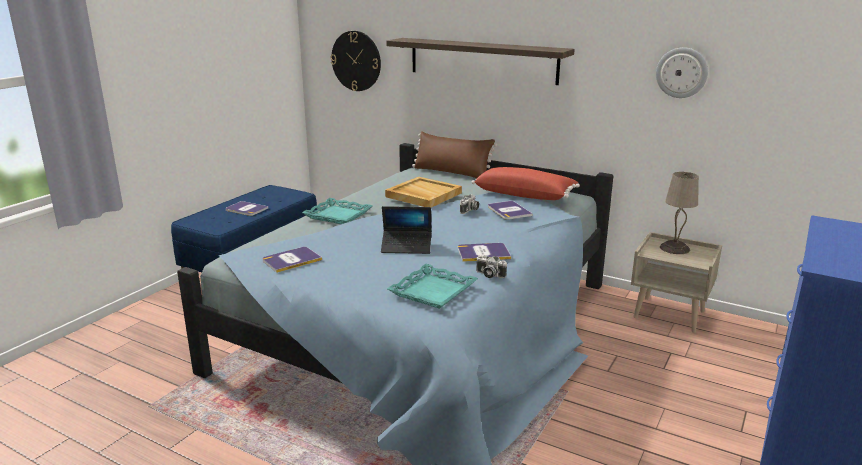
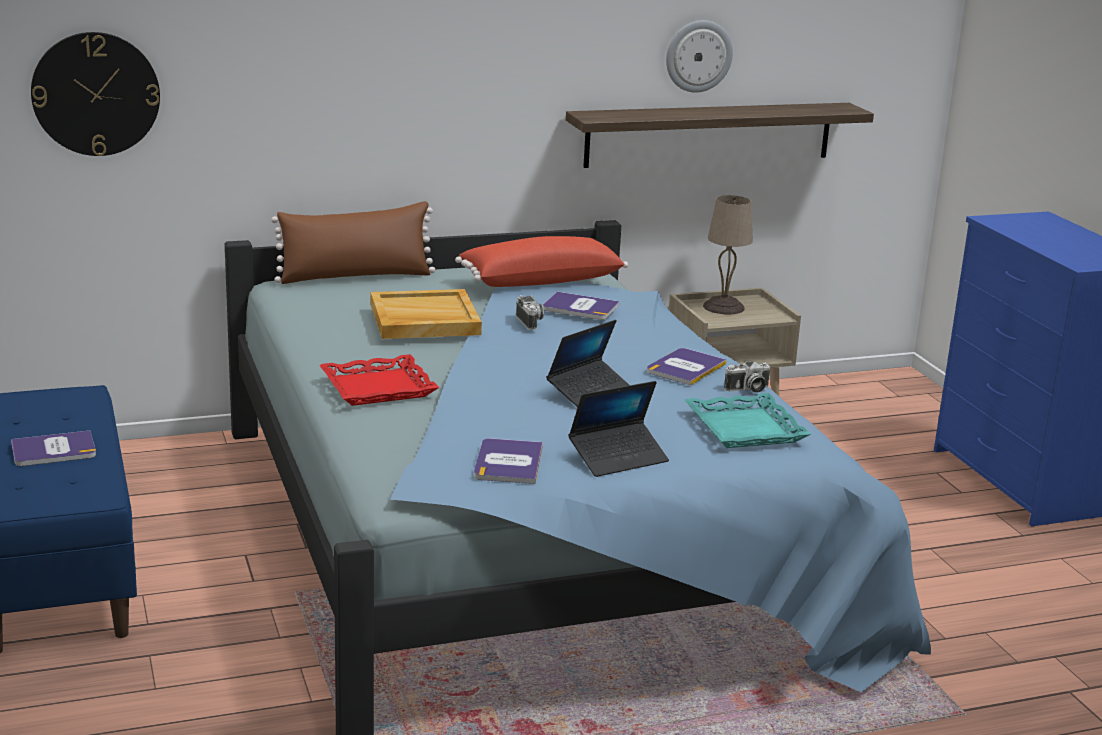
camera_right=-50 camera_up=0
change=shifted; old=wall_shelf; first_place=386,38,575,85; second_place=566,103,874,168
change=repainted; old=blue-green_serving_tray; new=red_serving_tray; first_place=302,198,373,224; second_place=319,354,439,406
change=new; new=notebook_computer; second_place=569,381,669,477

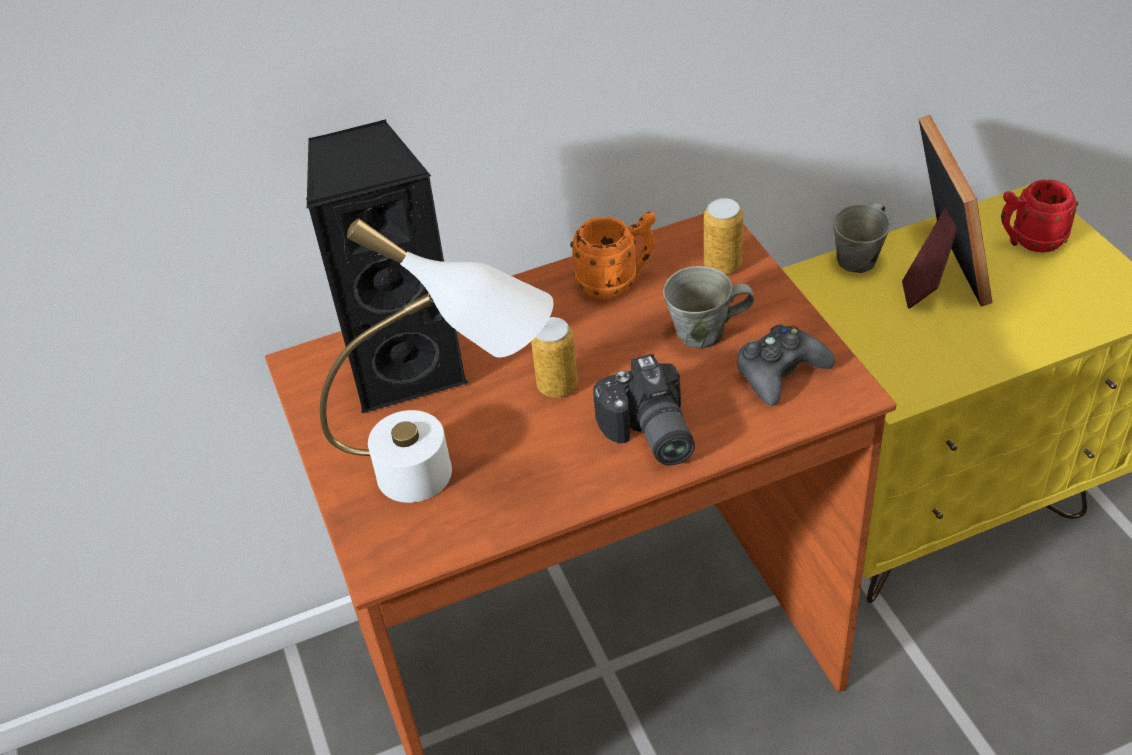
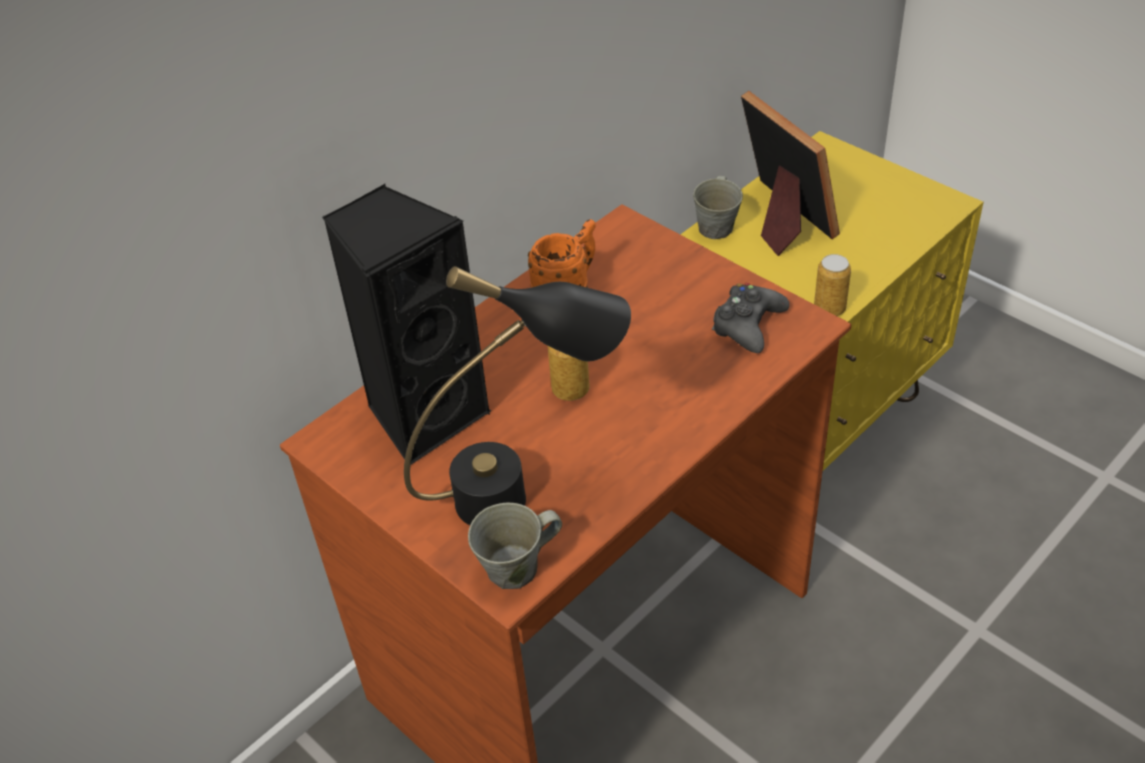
camera_right=-25 camera_up=0
change=gone; old=red_mug; first_place=1001,180,1078,252
change=shifted; old=can; first_place=704,198,743,274; second_place=814,254,851,316
change=repainted; old=whitish_lamp_for_a_table; new=black-coloured_lamp_for_a_table; first_place=320,218,553,503; second_place=404,266,631,525
change=shifted; old=greyish_mug; first_place=663,266,754,348; second_place=468,503,562,589
change=gone; old=photo_camera; first_place=593,354,695,466

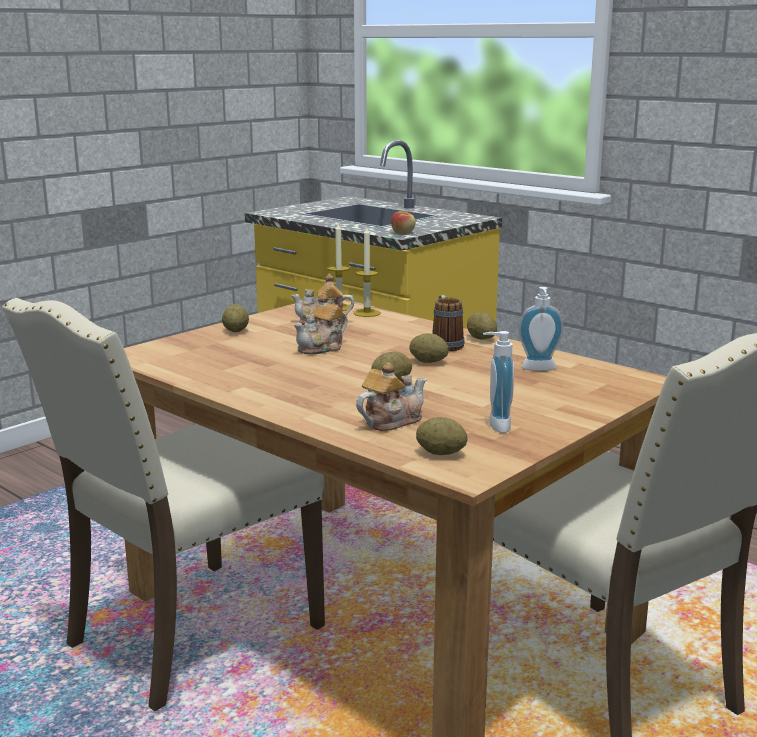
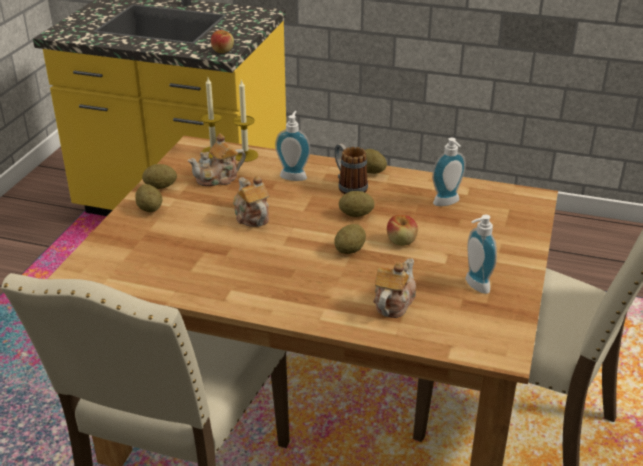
camera_right=-25 camera_up=15
change=rotated; old=pot_for_tea; first_place=294,294,348,355; second_place=233,175,269,227; degrees=135
change=shifted; old=whole_potato; first_place=416,417,468,455; second_place=142,164,177,189
change=new; new=liquid_soap_bottle; second_place=275,111,311,181
change=new; new=apple_fruit; second_place=387,215,418,246

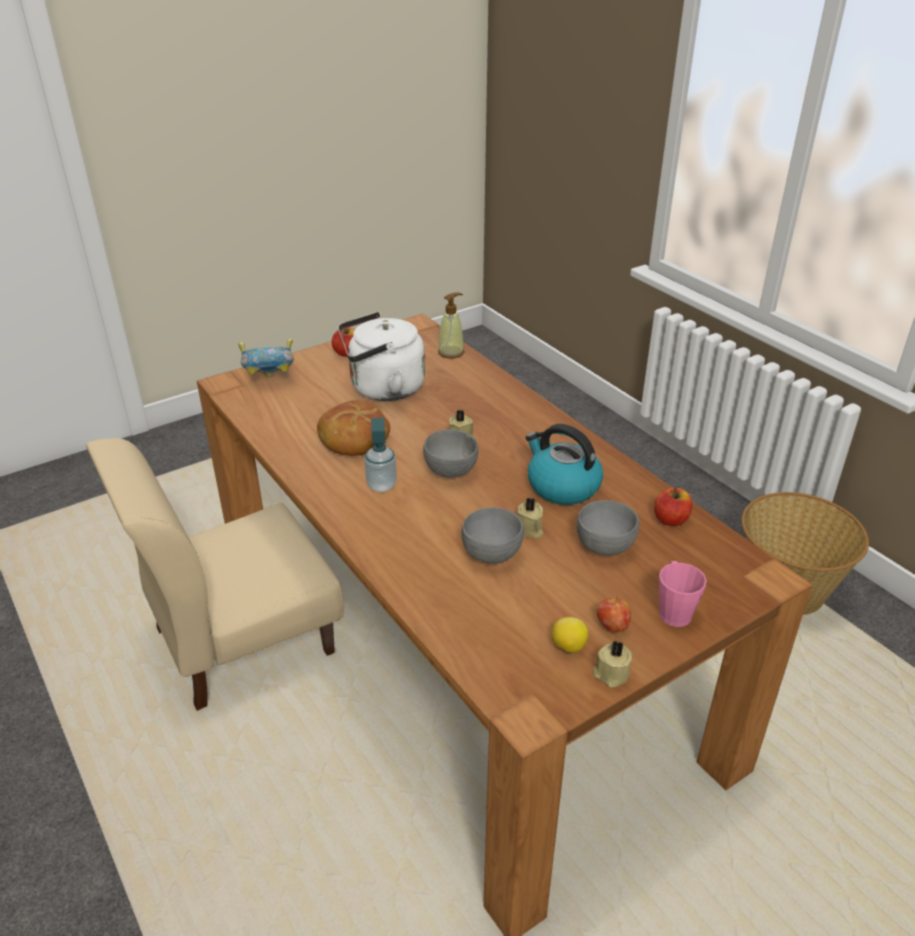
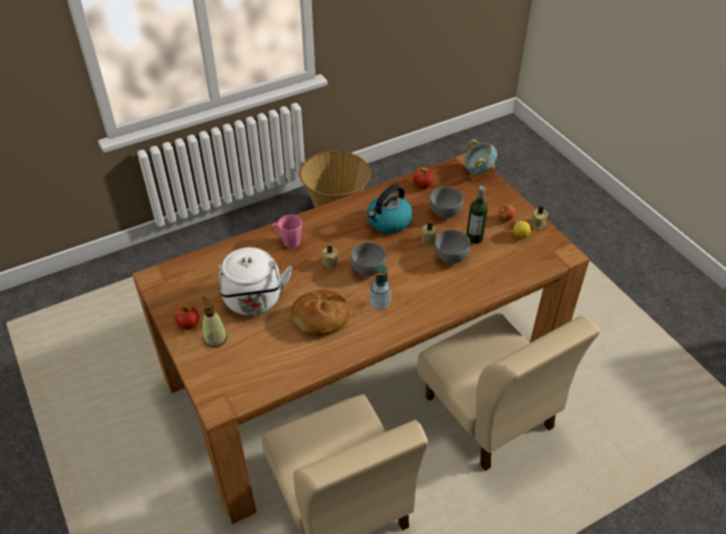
camera_right=-85 camera_up=10
change=shifted; old=liquid_soap_bottle; first_place=438,292,464,358; second_place=201,296,227,348
change=shifted; old=bowl; first_place=238,338,294,377; second_place=464,140,497,174
change=shifted; old=pink_mug; first_place=659,561,707,627; second_place=271,215,302,248
change=new; new=beverage_bottle; second_place=466,186,488,244
change=new; new=beige-coloured_upright_chair; second_place=417,313,600,471

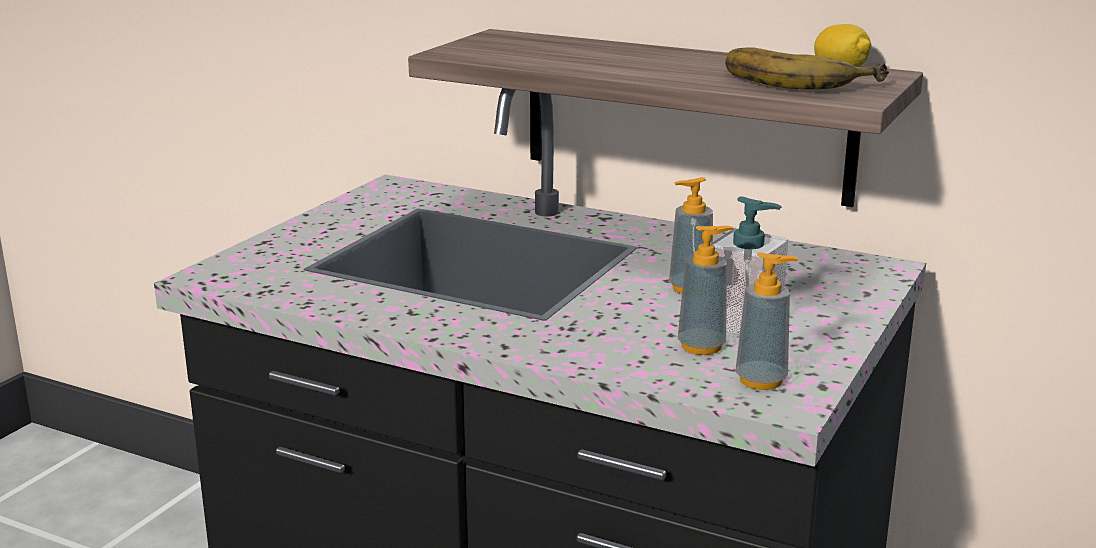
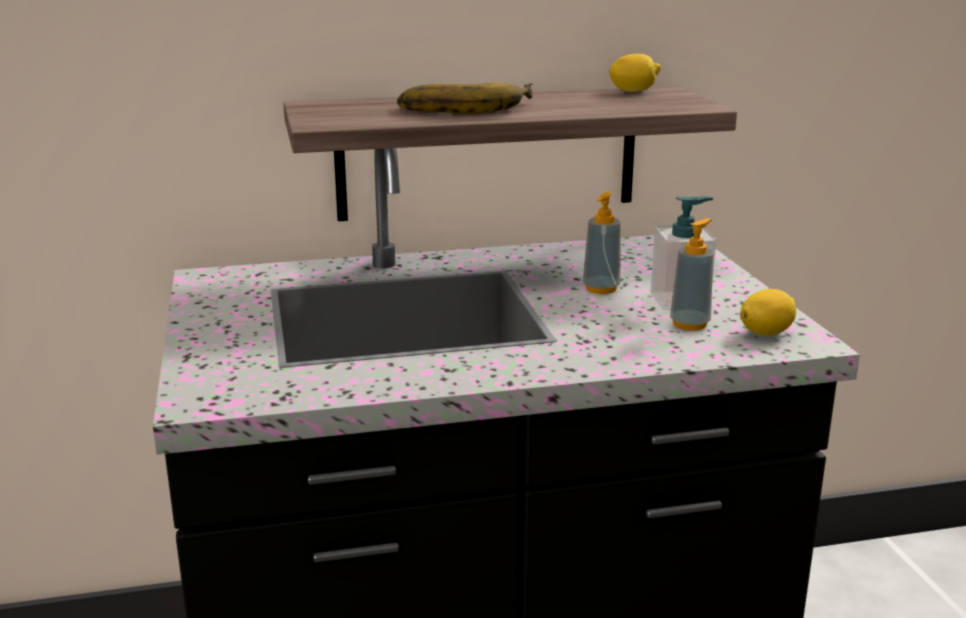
camera_right=-40 camera_up=0
change=shifted; old=whole_banana; first_place=725,47,889,89; second_place=397,83,533,114
change=swapped; old=liquid_soap_bottle; new=citrus_fruit; first_place=736,252,798,390; second_place=740,289,796,336

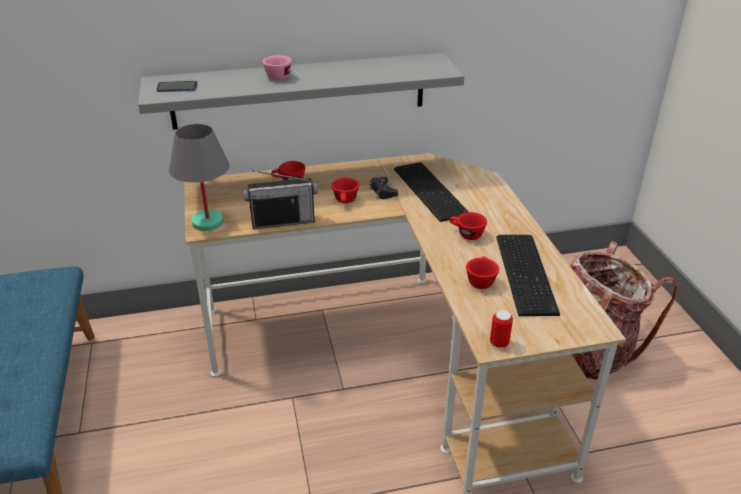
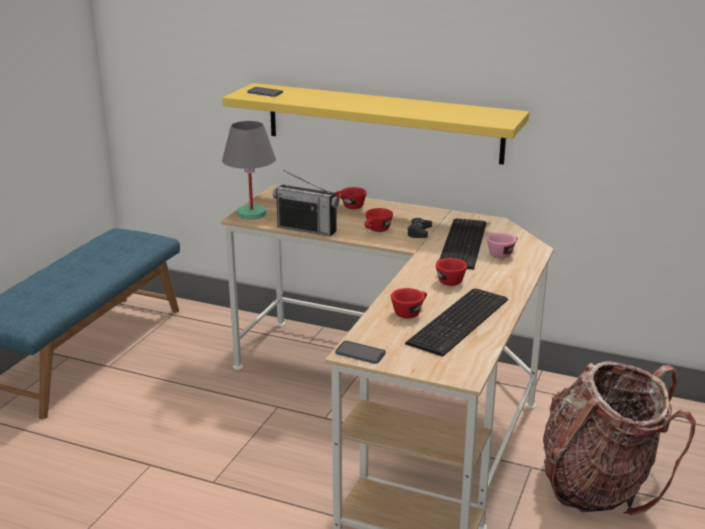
camera_right=35 camera_up=-10
change=repainted; old=greyish_wall_shelf; new=yellowish_wall_shelf; first_place=138,53,464,130; second_place=222,83,529,165
change=shifted; old=pink_cup; first_place=263,55,292,81; second_place=487,232,518,258
change=swapped; old=can; new=phone; first_place=490,310,513,348; second_place=335,341,386,364

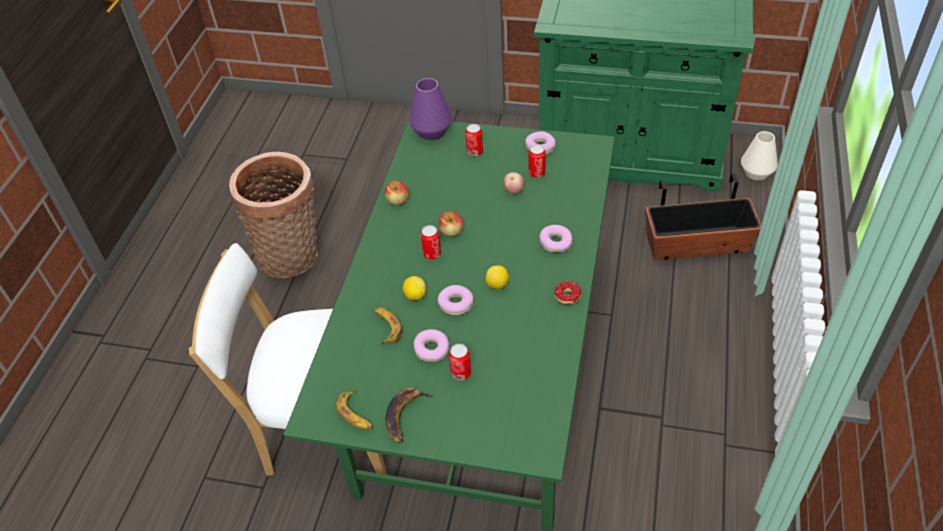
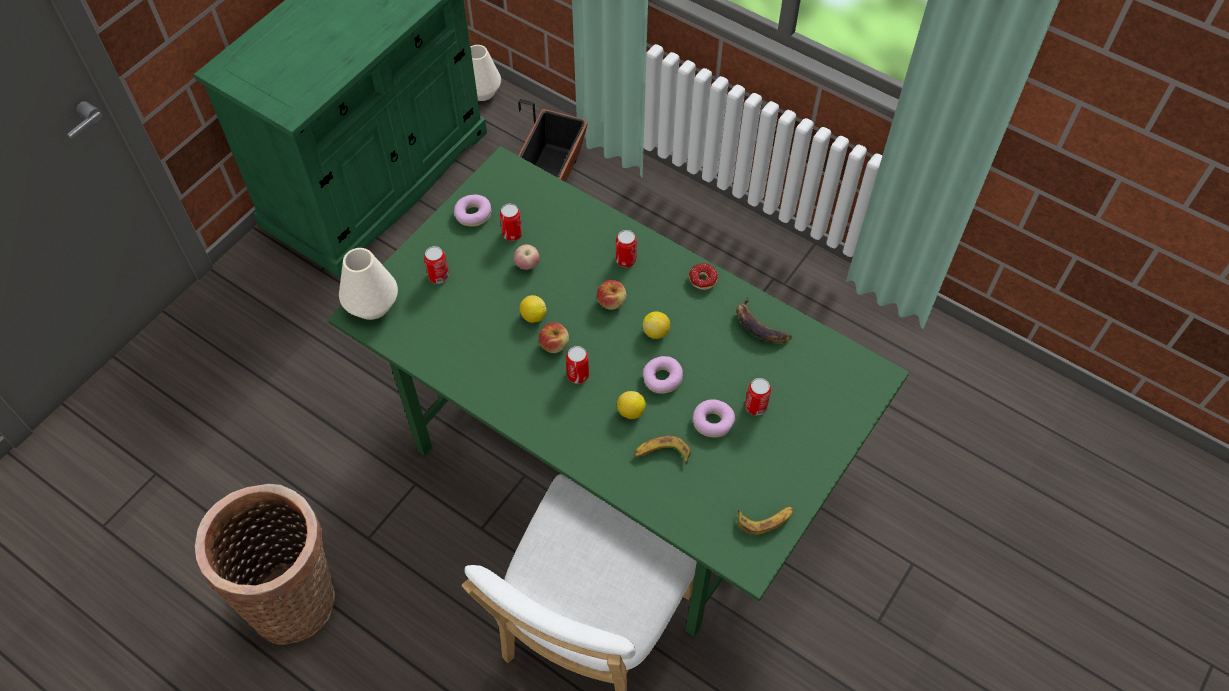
camera_right=-70 camera_up=10
change=repainted; old=purplish_decorative_vase; new=whitish_decorative_vase; first_place=409,78,453,140; second_place=339,248,398,320
change=shifted; old=apple_fruit; first_place=385,181,409,205; second_place=597,280,626,310
change=swapped; old=ring_doughnut; new=can; first_place=539,225,572,252; second_place=616,230,637,267
change=shifted; old=whole_banana; first_place=385,387,433,443; second_place=736,298,792,343
change=new; new=citrus_fruit; second_place=520,295,547,323

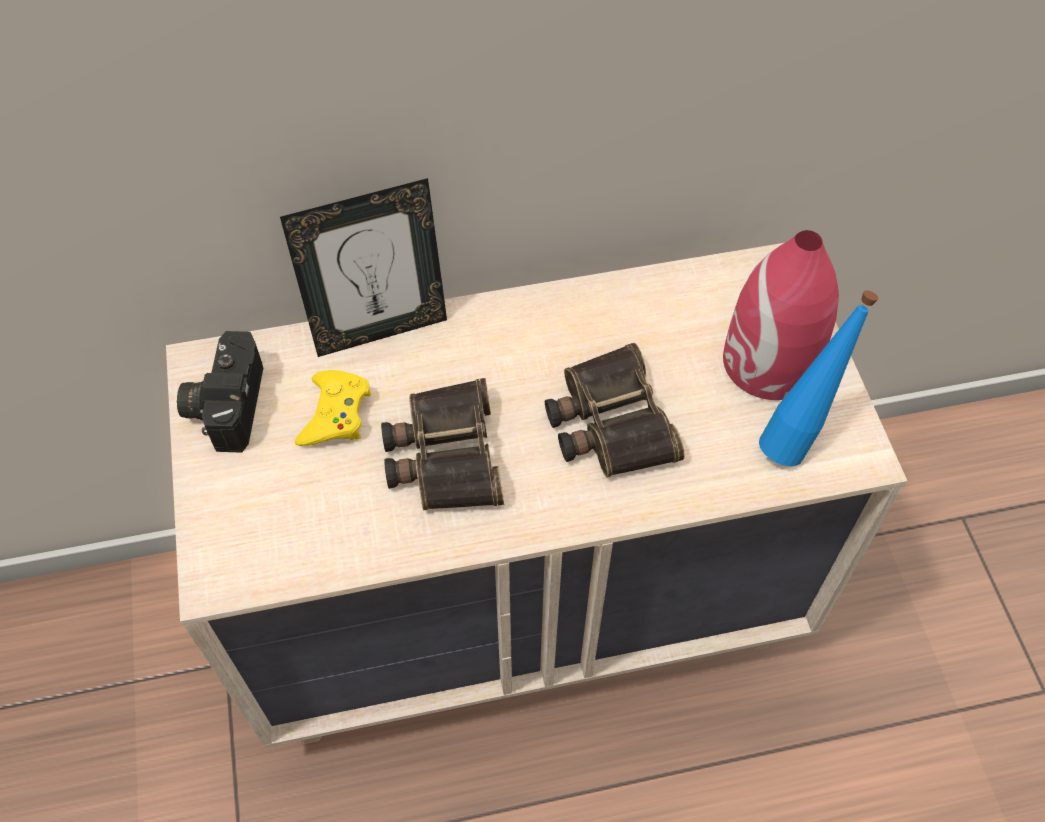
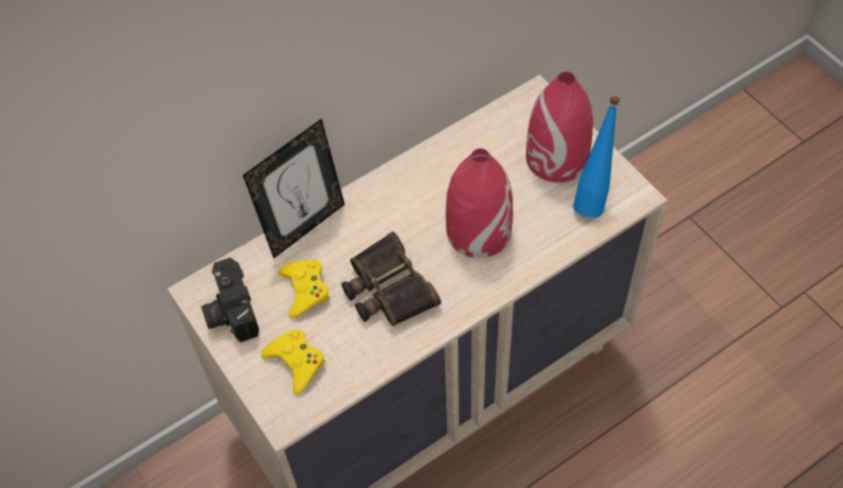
camera_right=-20 camera_up=0
change=swapped; old=pair_of_binoculars; new=red_decorative_vase; first_place=545,343,685,477; second_place=446,148,513,258
change=new; new=yellowish_game_controller; second_place=261,329,325,395

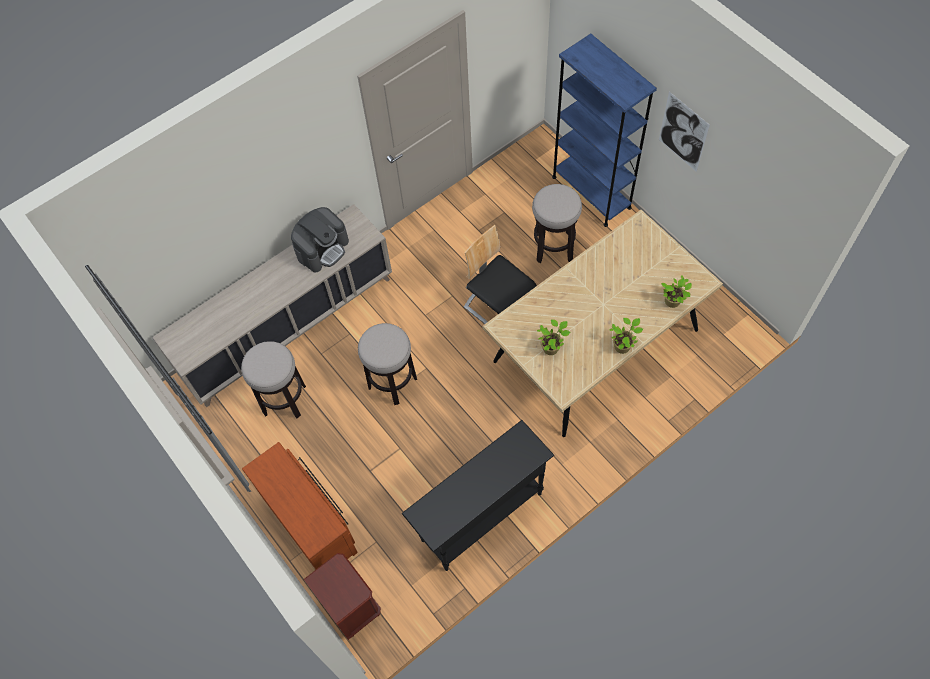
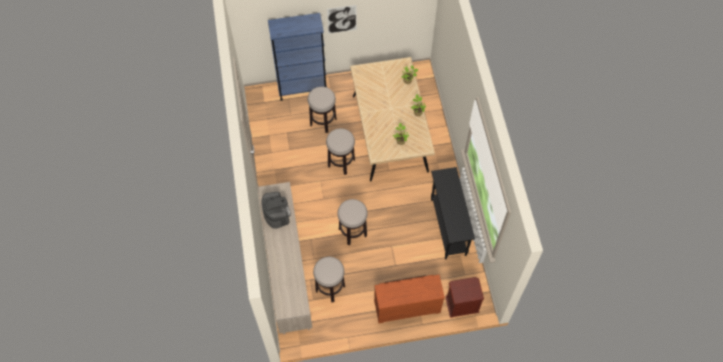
camera_right=-65 camera_up=0
change=swapped; old=upright_chair; new=stool_seat; first_place=464,225,537,324; second_place=326,128,355,175

